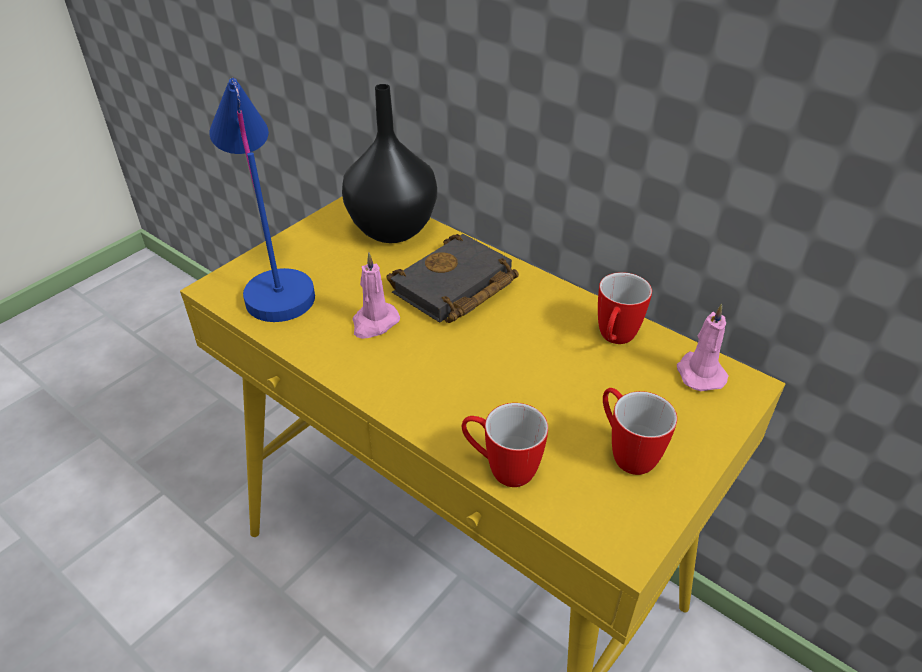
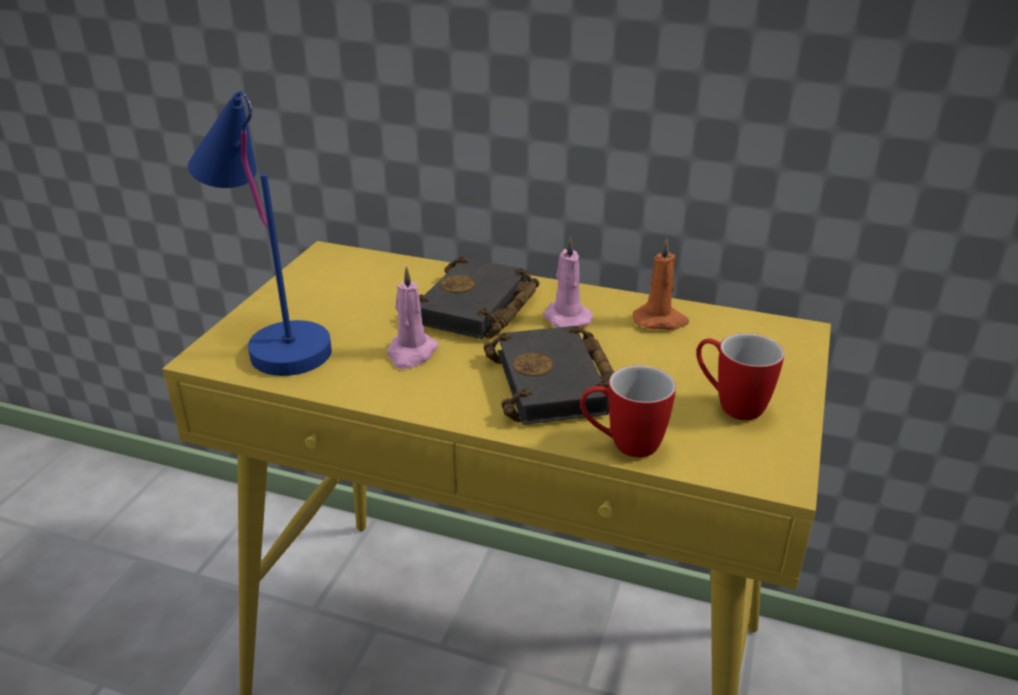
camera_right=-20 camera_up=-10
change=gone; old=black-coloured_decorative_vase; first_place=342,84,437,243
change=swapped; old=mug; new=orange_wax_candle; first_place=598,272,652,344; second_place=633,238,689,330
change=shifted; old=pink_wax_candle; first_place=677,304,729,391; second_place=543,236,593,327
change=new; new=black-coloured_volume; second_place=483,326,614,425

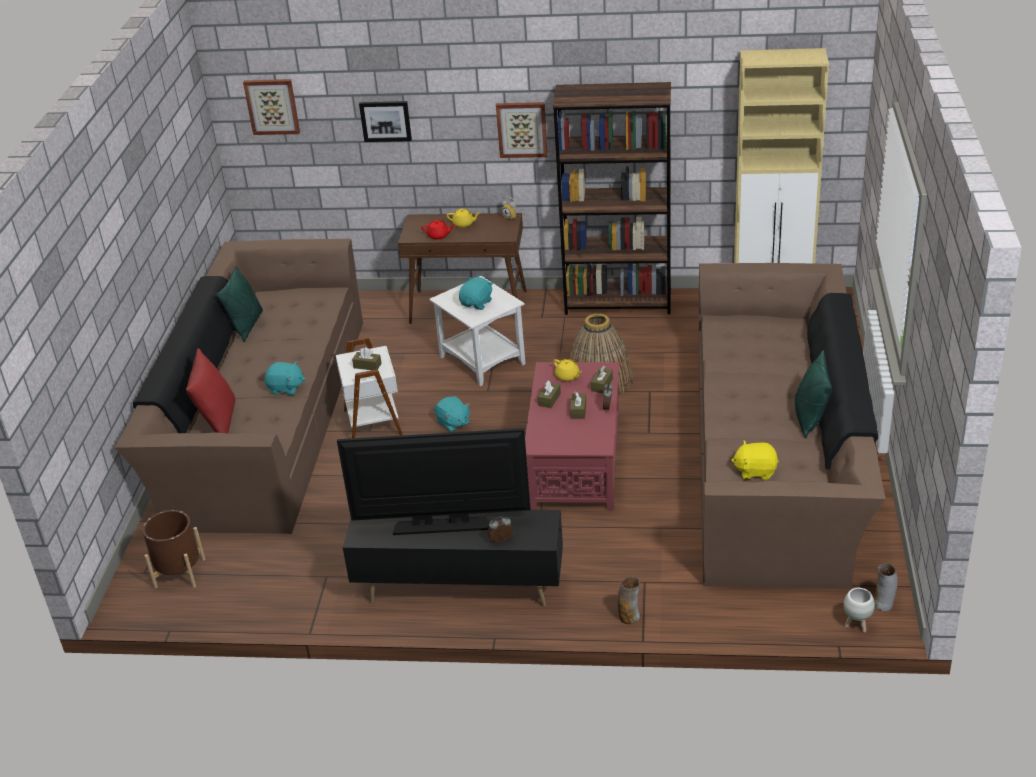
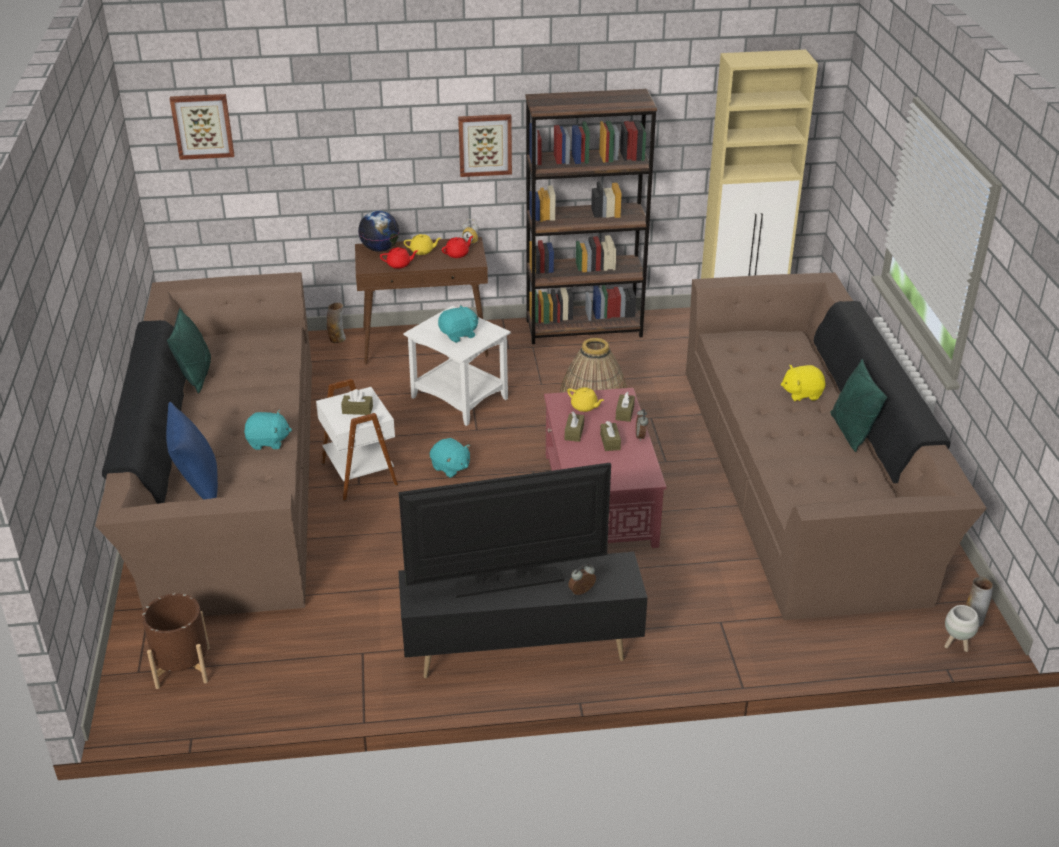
camera_right=-15 camera_up=0
change=gone; old=wall_art; first_place=359,101,412,142
change=rotated; old=blue-green_soft_toy; first_place=459,277,493,310; second_place=438,304,479,343; degrees=45
change=repainted; old=red_pillow; new=bluish_pillow; first_place=186,348,235,433; second_place=166,402,218,500
change=shifted; old=yellowish_soft_toy; first_place=731,441,779,480; second_place=781,365,826,401
change=shifted; old=decorative_vase; first_place=617,577,640,624; second_place=327,303,346,343
change=new; new=desk_globe; second_place=358,210,400,252
change=new; new=red_pot_for_tea; second_place=442,236,473,258

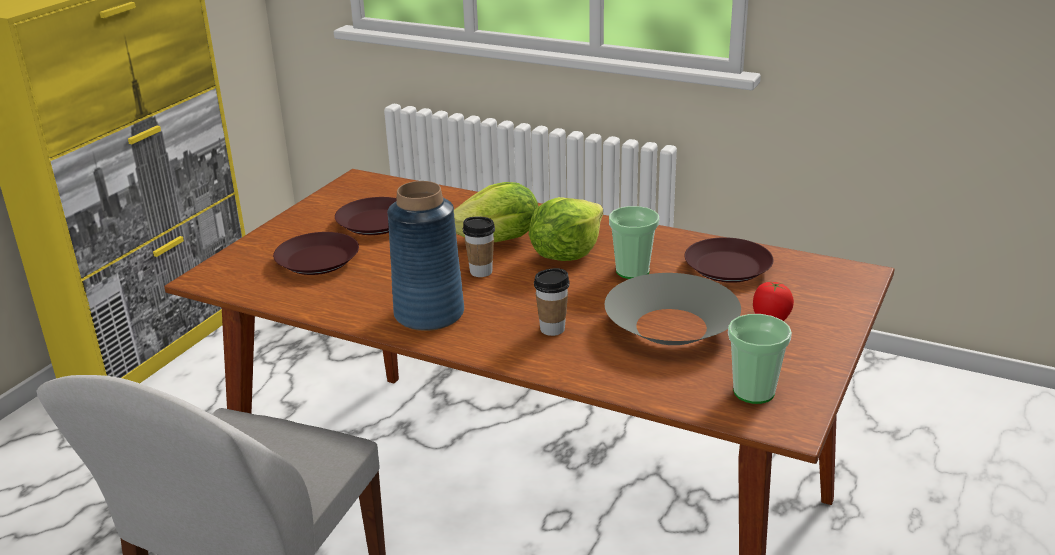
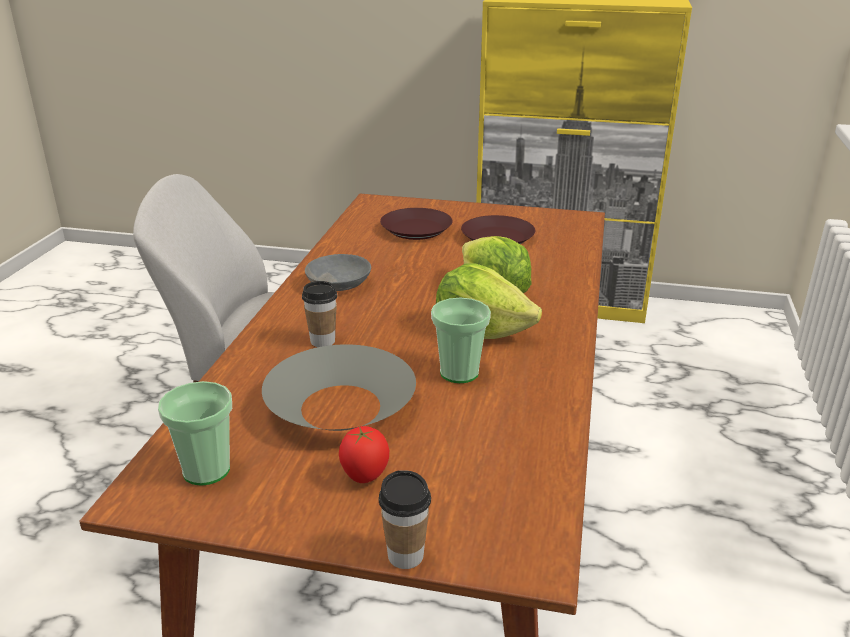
camera_right=75 camera_up=0
change=swapped; old=bluish_decorative_vase; new=greyish_bowl; first_place=387,181,464,331; second_place=305,254,371,291
change=shifted; old=cup; first_place=463,217,495,277; second_place=379,470,431,569
change=gone; old=brown-coloured_flat_dish; first_place=685,237,774,283

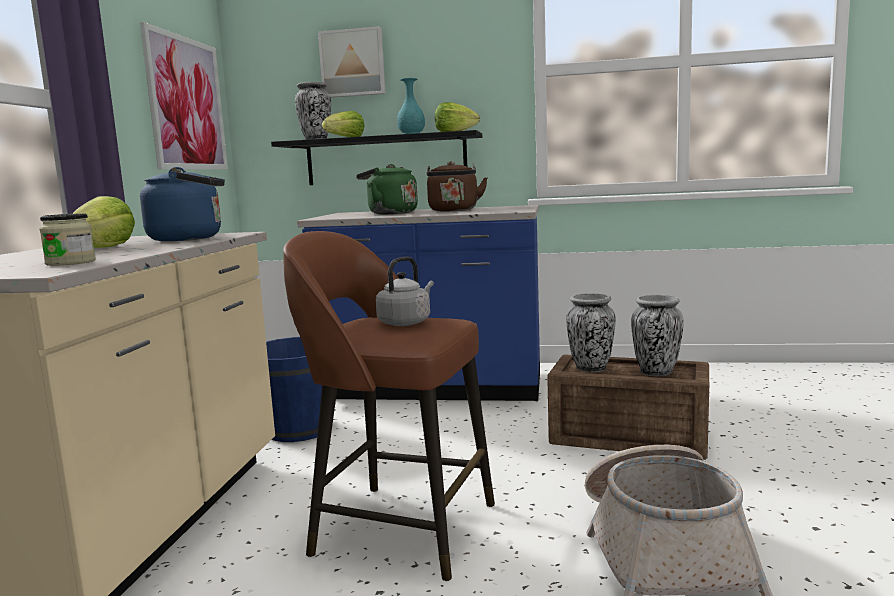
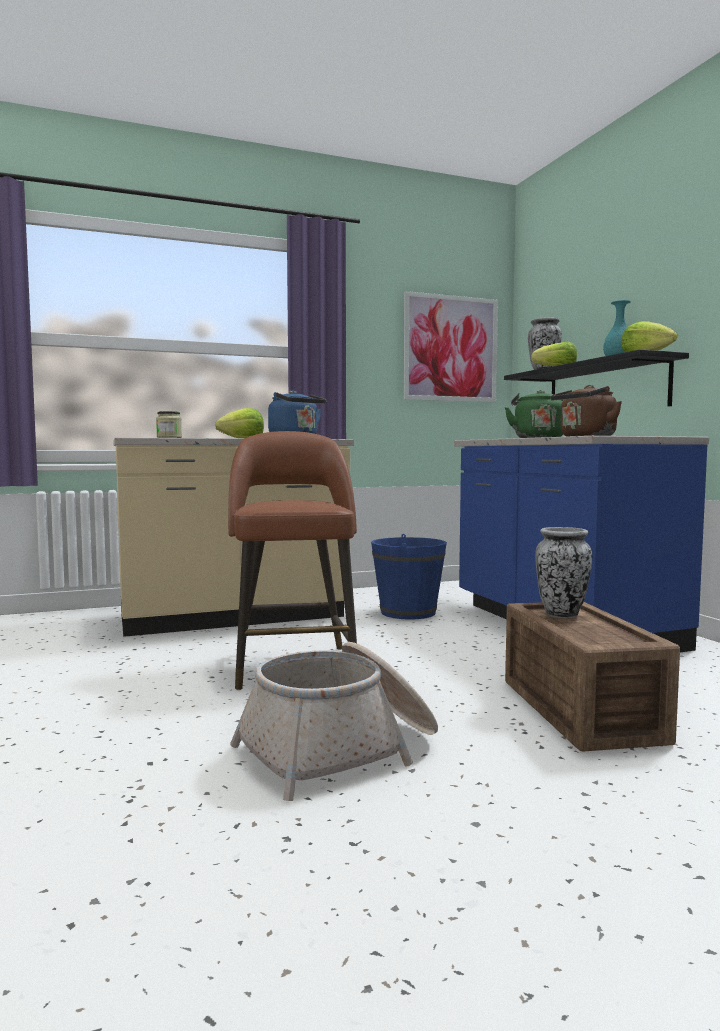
camera_right=60 camera_up=-5
change=gone; old=wall_art; first_place=318,26,386,98
change=gone; old=greyish_kettle; first_place=376,257,434,326
change=gone; old=decorative_vase; first_place=631,295,684,376

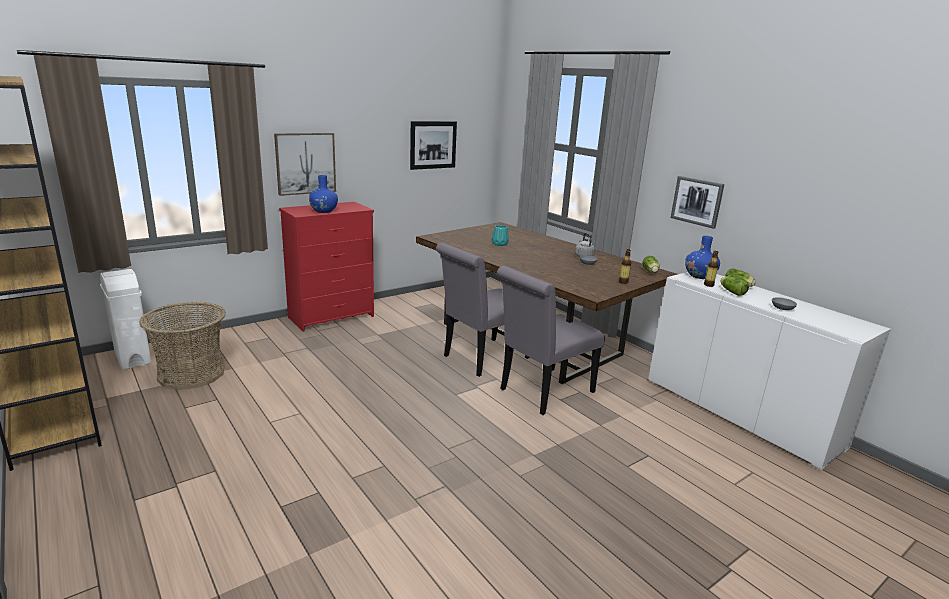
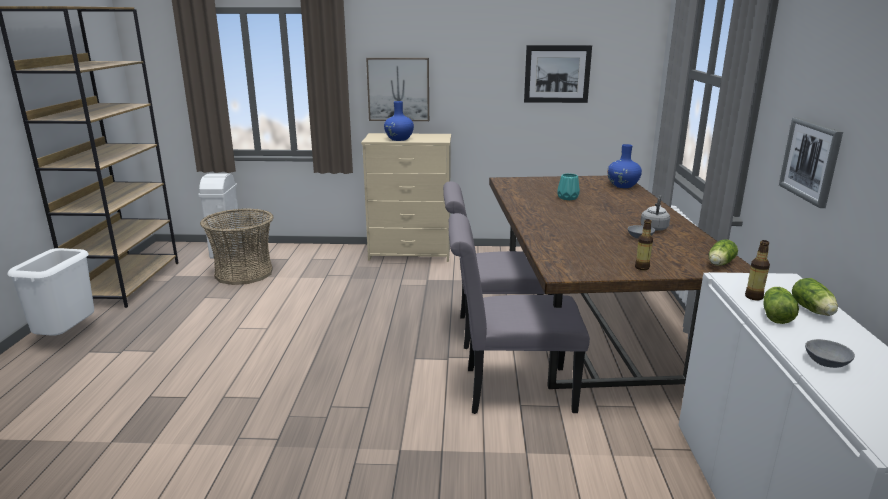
camera_right=40 camera_up=0
change=repainted; old=red_drawer_chest; new=beige-coloured_drawer_chest; first_place=279,202,374,332; second_place=361,133,451,262
change=shifted; old=bluish_decorative_vase; first_place=685,236,720,279; second_place=607,144,642,188
change=new; new=whitish_waste_bin; second_place=8,248,94,336

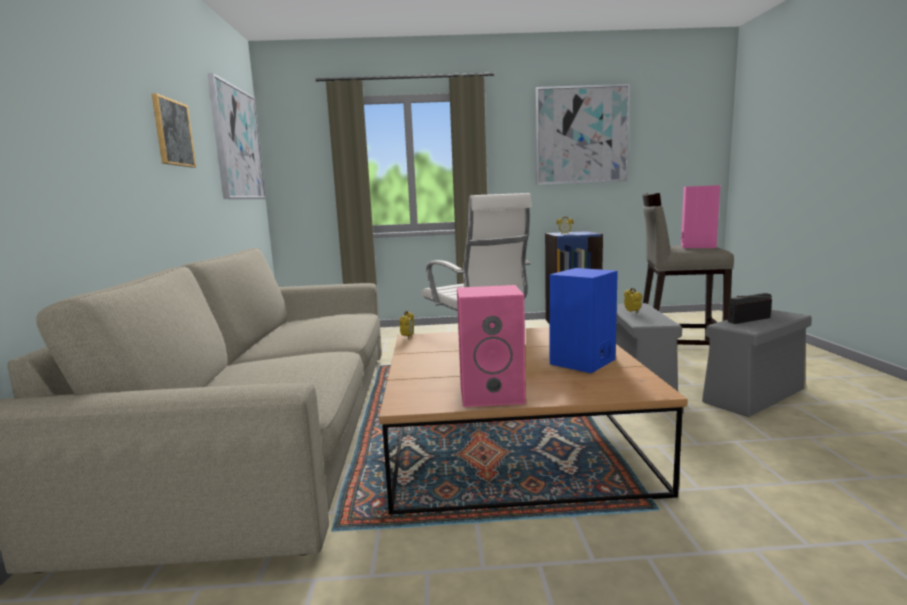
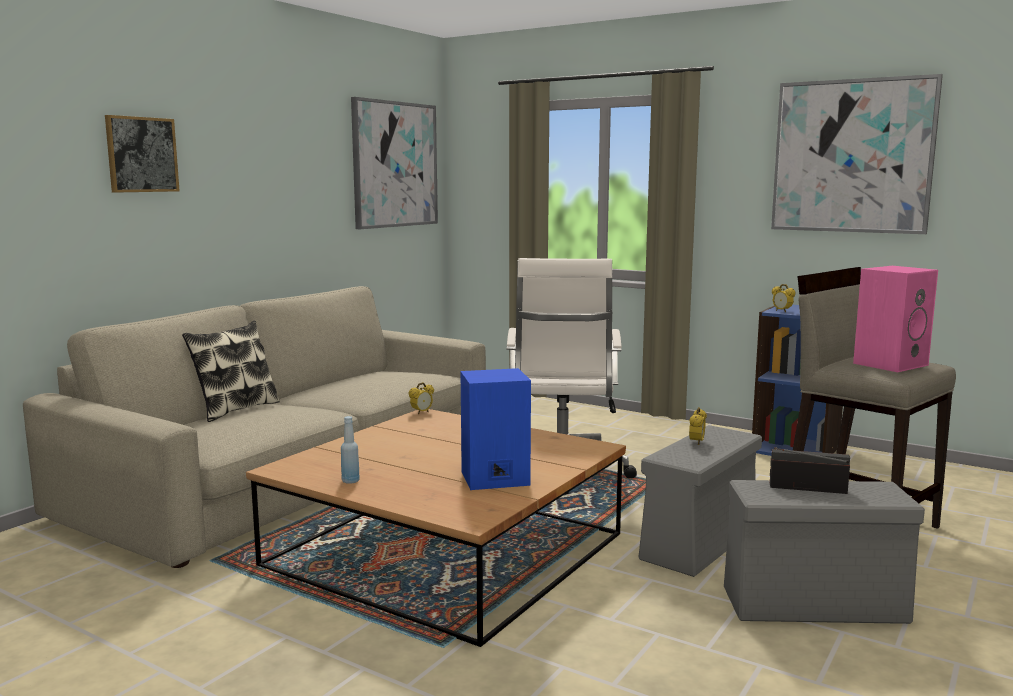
camera_right=35 camera_up=0
change=shifted; old=wall_art; first_place=152,93,196,168; second_place=105,115,180,193
change=swapped; old=pink_loudspeaker; new=bluish_beverage_bottle; first_place=457,285,526,407; second_place=341,416,360,484
change=new; new=pillow; second_place=182,321,280,422

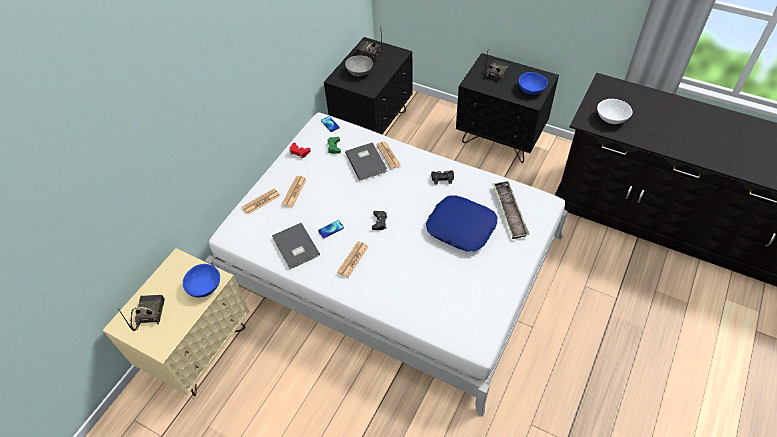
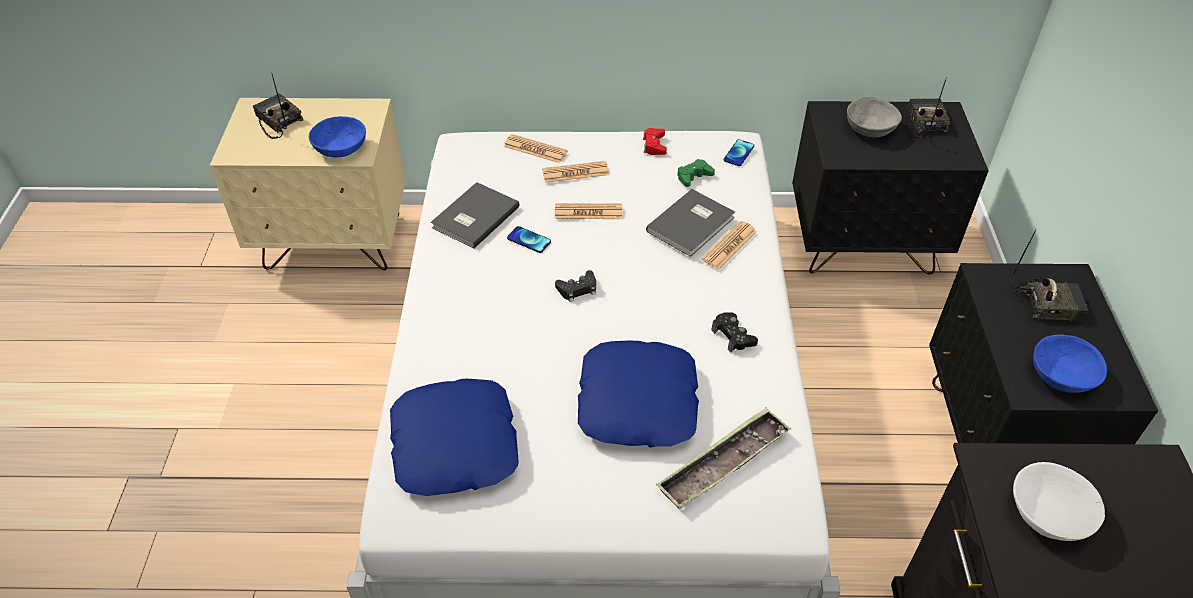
camera_right=60 camera_up=-5
change=shifted; old=newspaper; first_place=337,241,368,277; second_place=555,203,622,219
change=rotated; old=radio_set; first_place=118,295,165,331; second_place=253,75,303,139; degrees=-105
change=new; new=bluish_pillow; second_place=390,379,519,496

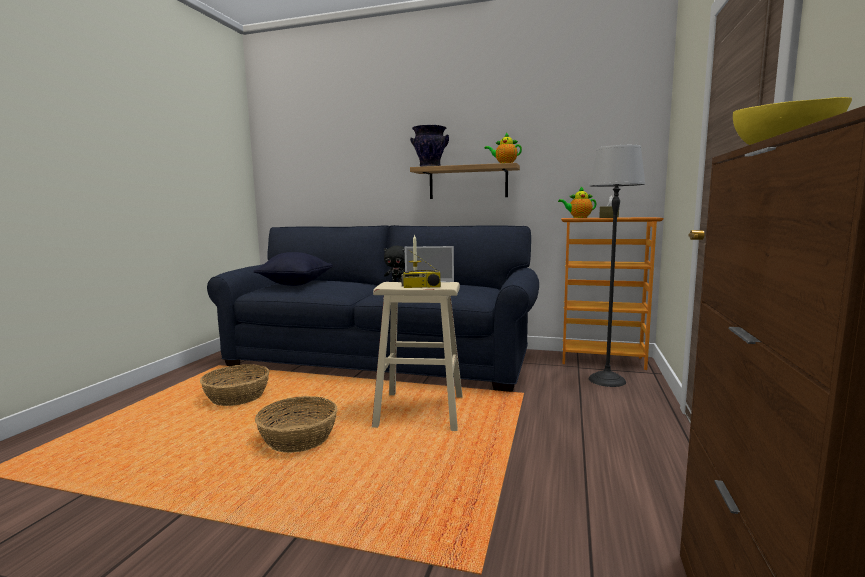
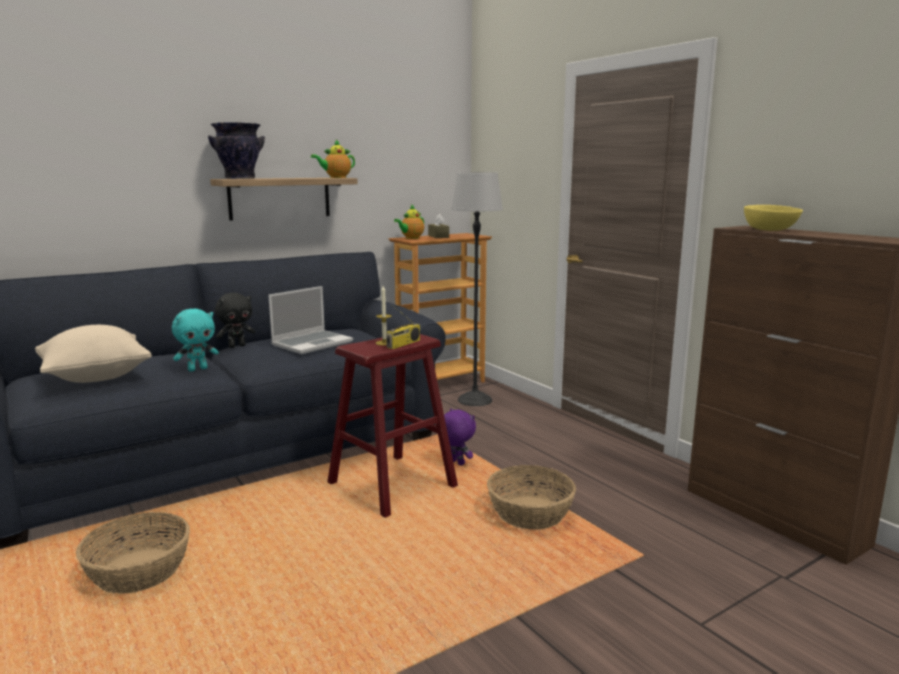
camera_right=-50 camera_up=5
change=repainted; old=black-coloured_pillow; new=beige-coloured_pillow; first_place=253,252,333,286; second_place=35,325,152,383
change=repainted; old=beige-coloured_stool_seat; new=red_stool_seat; first_place=372,282,463,431; second_place=327,334,458,518
change=shifted; old=household_basket; first_place=255,396,338,453; second_place=487,465,576,529
change=new; new=blue-green_soft_toy; second_place=172,309,219,372
change=new; new=purplish_soft_toy; second_place=444,408,476,465

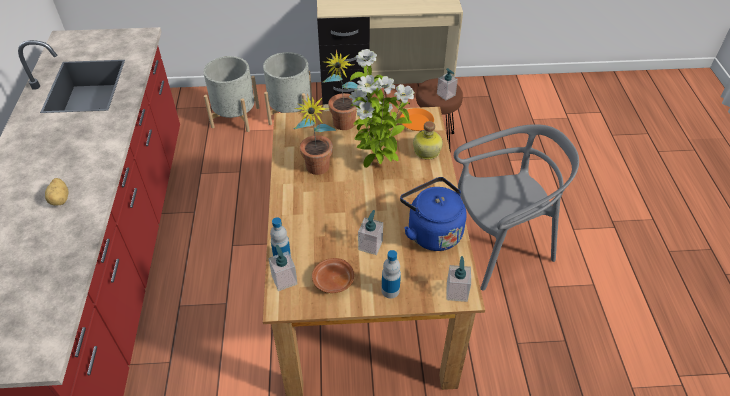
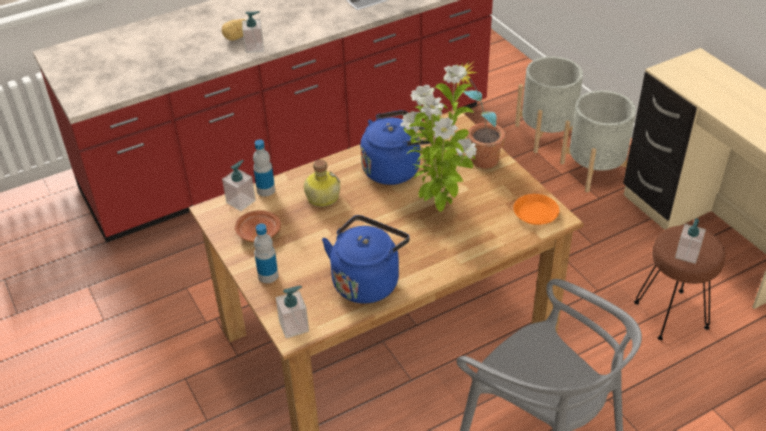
camera_right=65 camera_up=-5
change=swapped; old=potted_plant; new=bluish_kettle; first_place=293,94,336,175; second_place=360,110,430,185
change=shifted; old=beverage_bottle; first_place=413,121,443,160; second_place=304,159,340,207
change=shifted; old=liquid_soap_bottle; first_place=358,210,383,255; second_place=242,11,264,53

